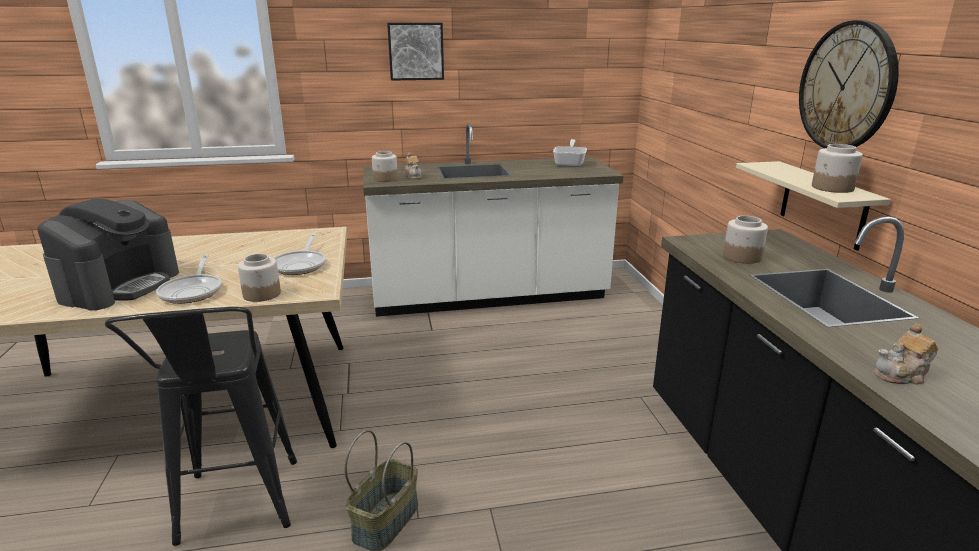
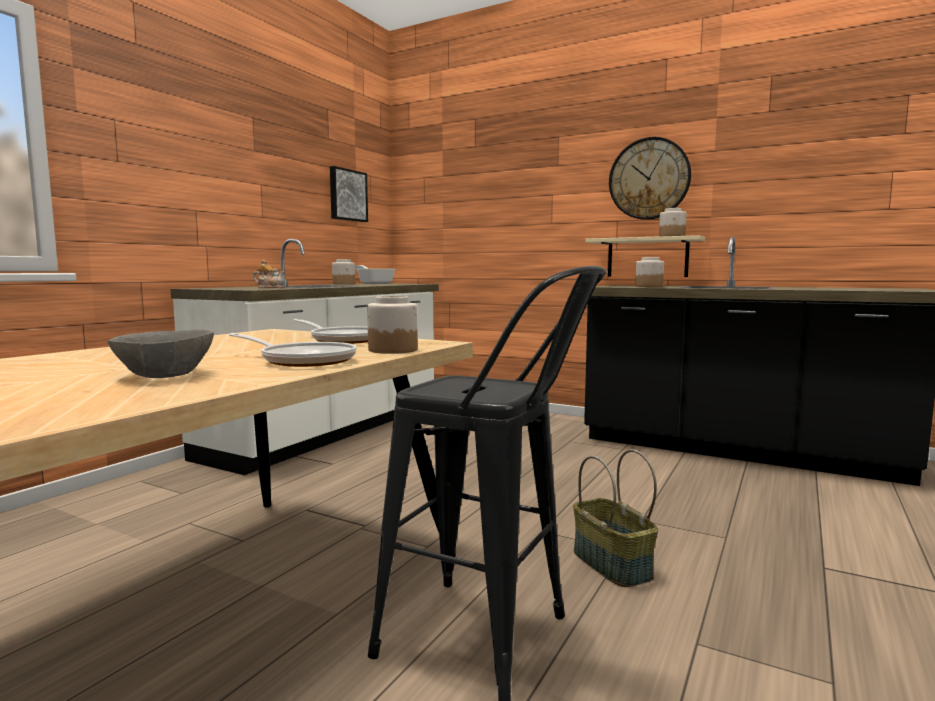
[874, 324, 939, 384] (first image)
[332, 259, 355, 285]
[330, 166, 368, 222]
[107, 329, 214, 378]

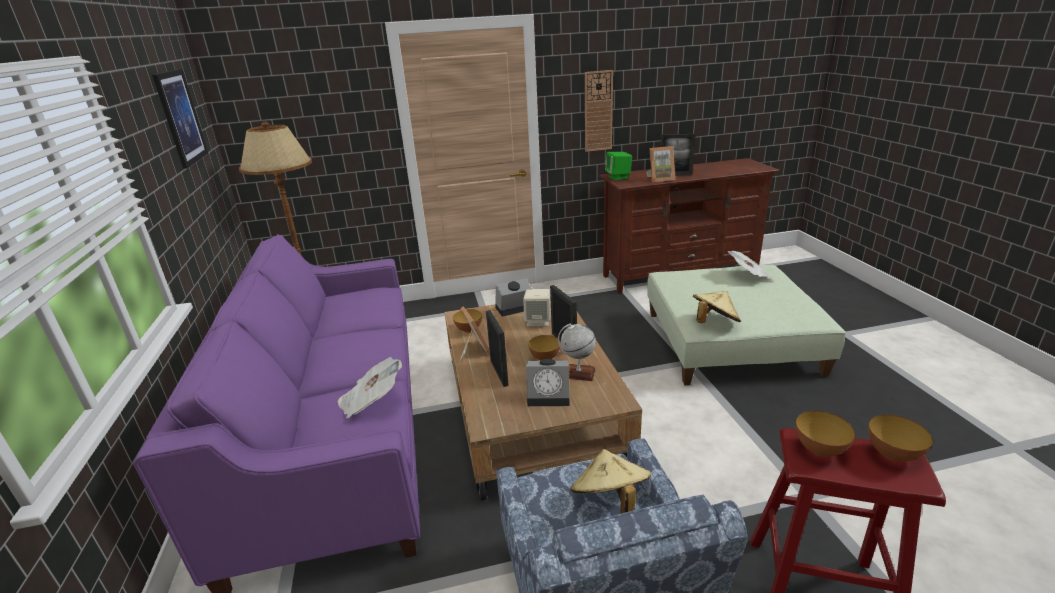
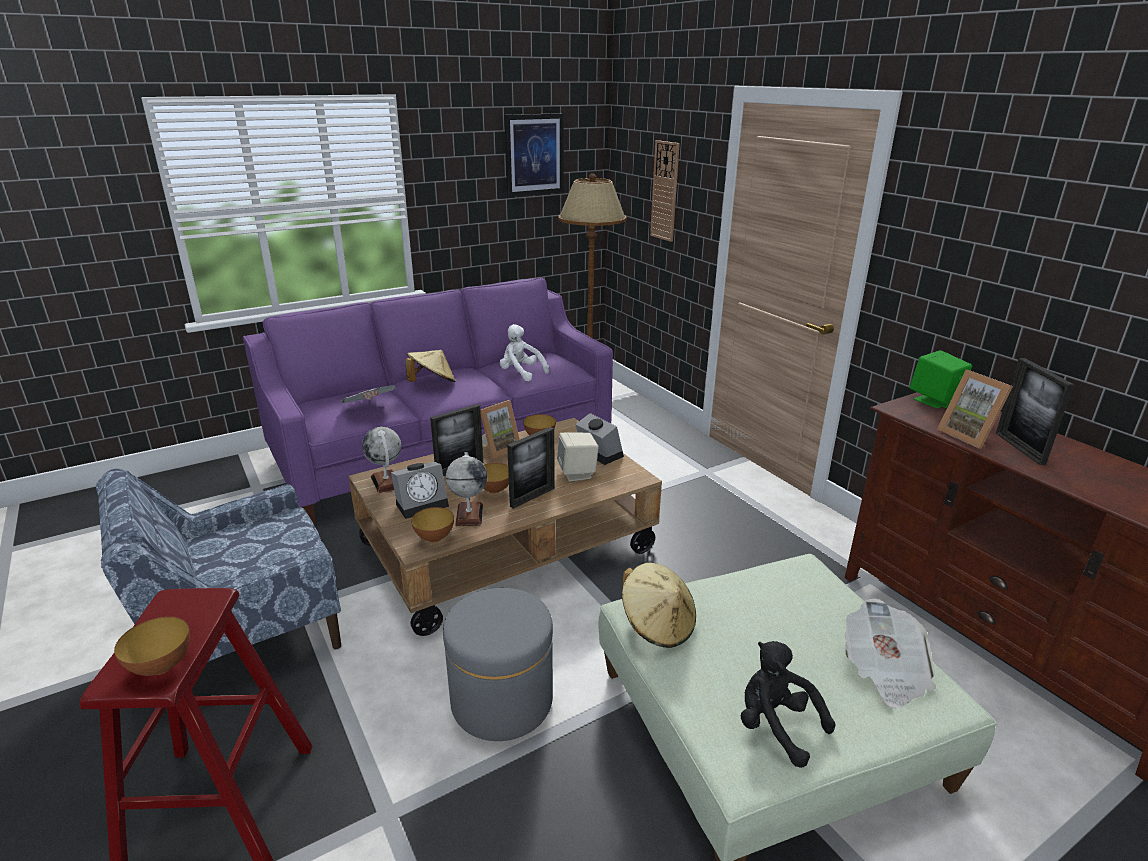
[362, 427, 401, 493]
[443, 588, 553, 741]
[500, 324, 549, 381]
[741, 641, 836, 768]
[405, 350, 455, 382]
[650, 140, 680, 242]
[411, 507, 454, 542]
[391, 462, 449, 519]

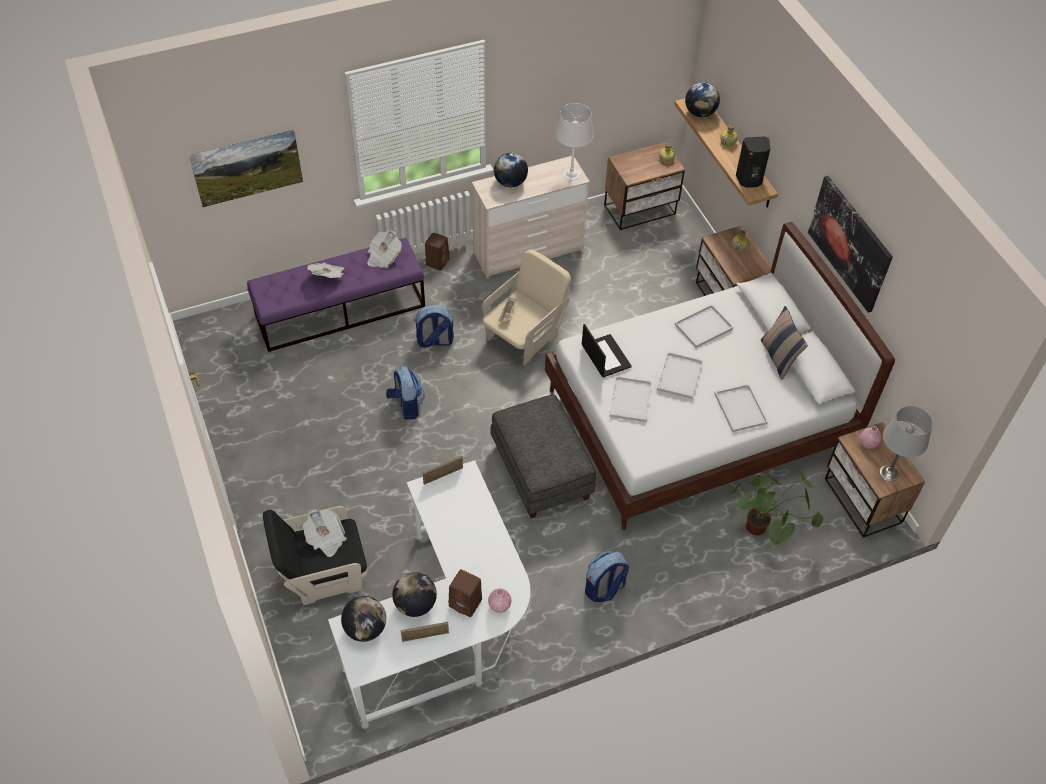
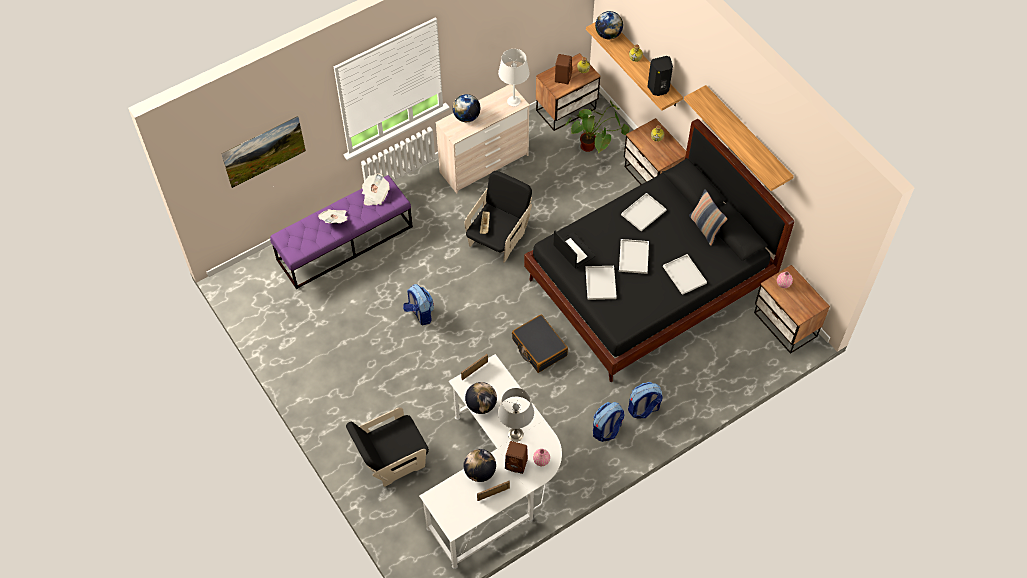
[303, 510, 347, 557] (first image)
[465, 382, 497, 414]
[628, 382, 663, 419]
[555, 54, 572, 84]
[565, 101, 630, 153]
[498, 388, 534, 442]
[512, 314, 568, 373]
[684, 85, 794, 191]
[464, 171, 532, 263]
[524, 119, 794, 382]

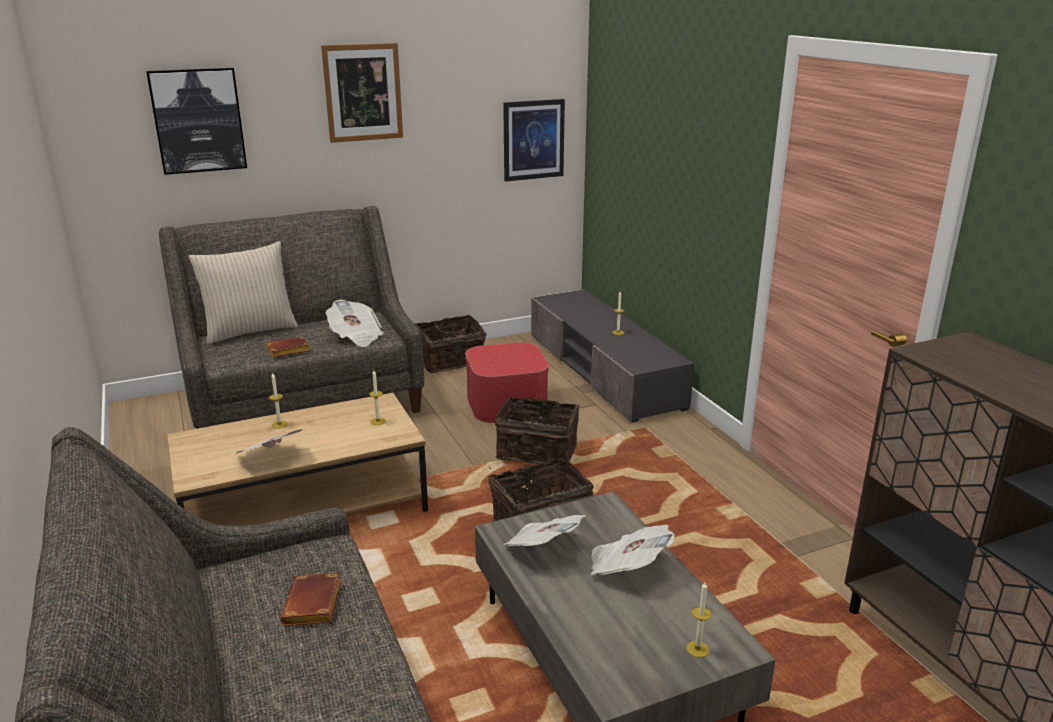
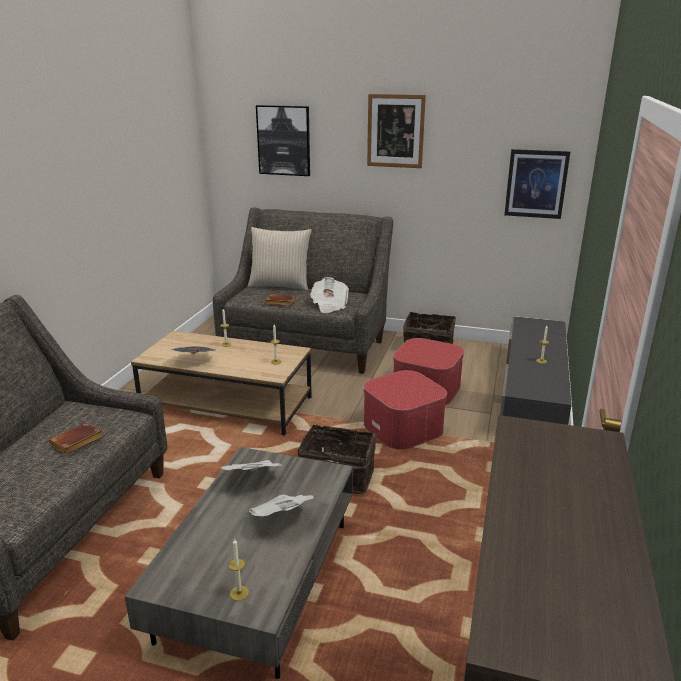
[364, 370, 447, 449]

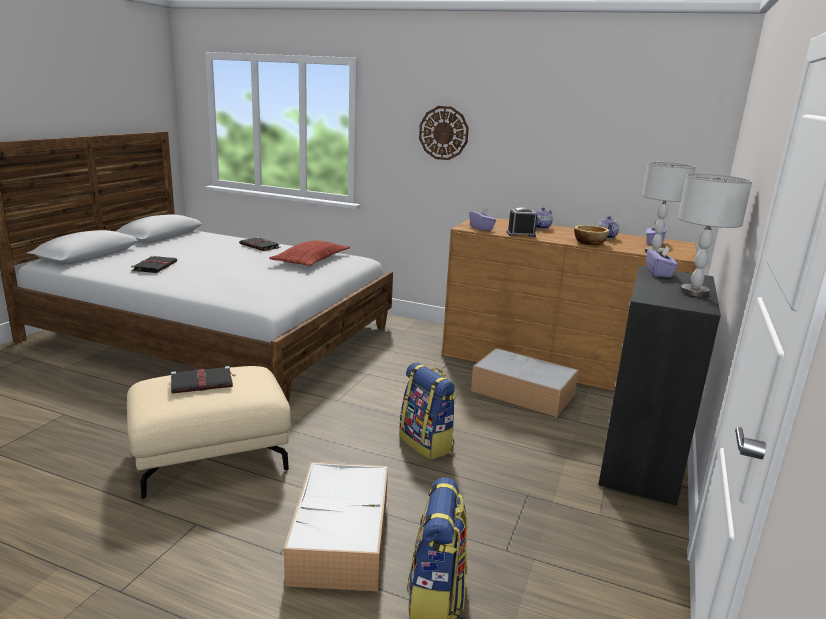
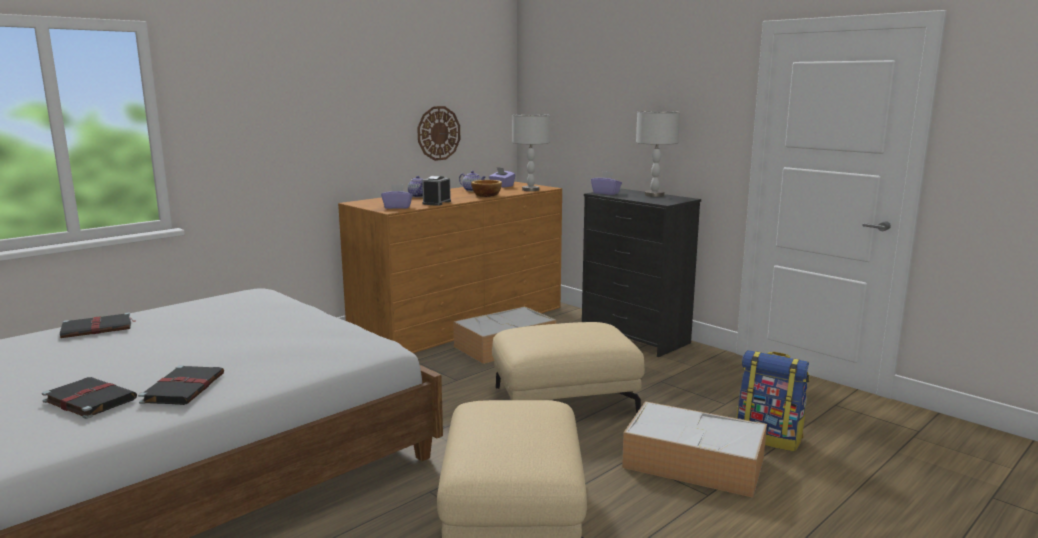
[269, 240, 350, 266] (first image)
[138, 365, 224, 405]
[417, 106, 460, 161]
[492, 322, 645, 414]

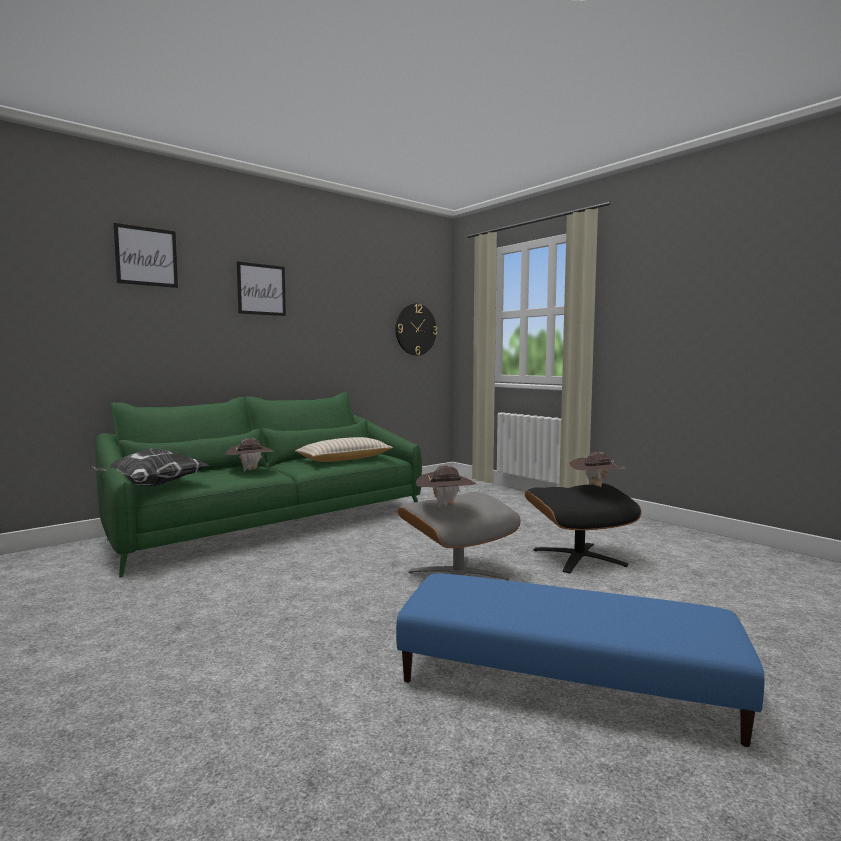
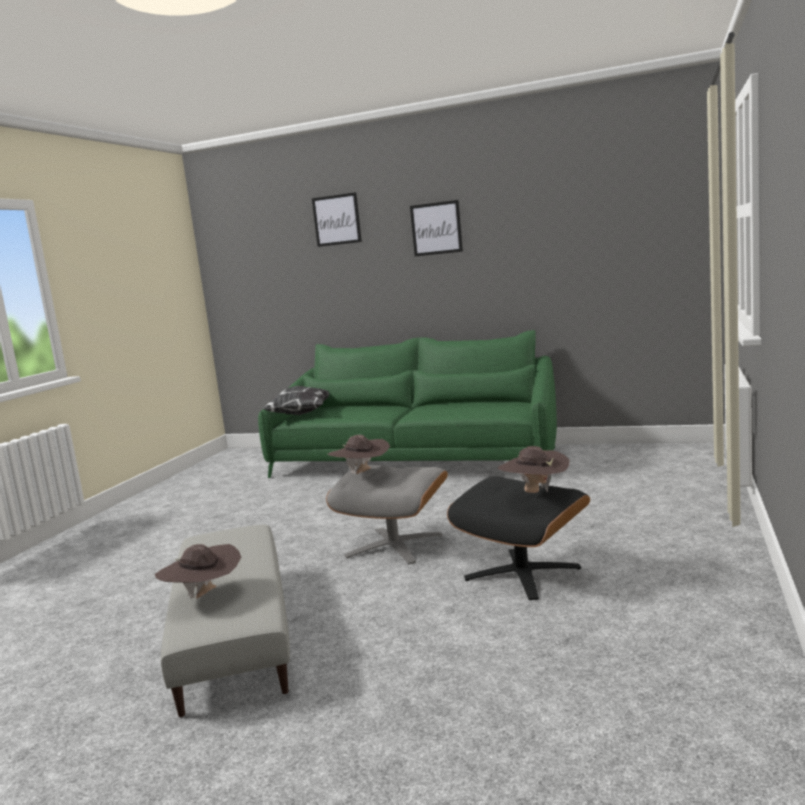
[295, 437, 393, 462] (first image)
[395, 304, 437, 355] (first image)
[155, 544, 241, 599]
[161, 525, 290, 717]

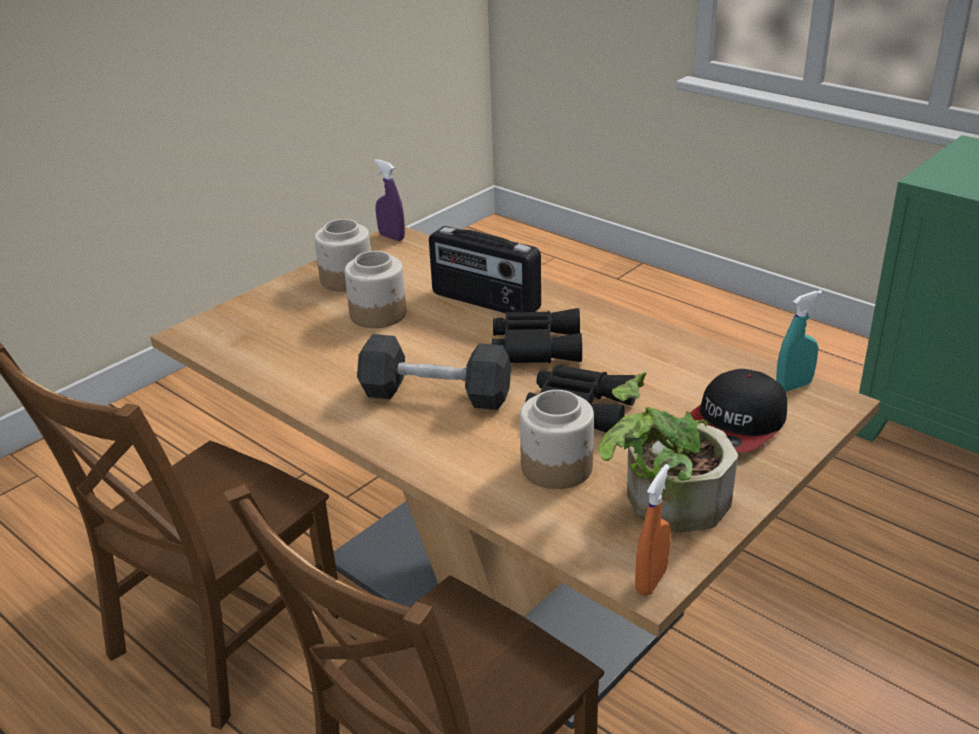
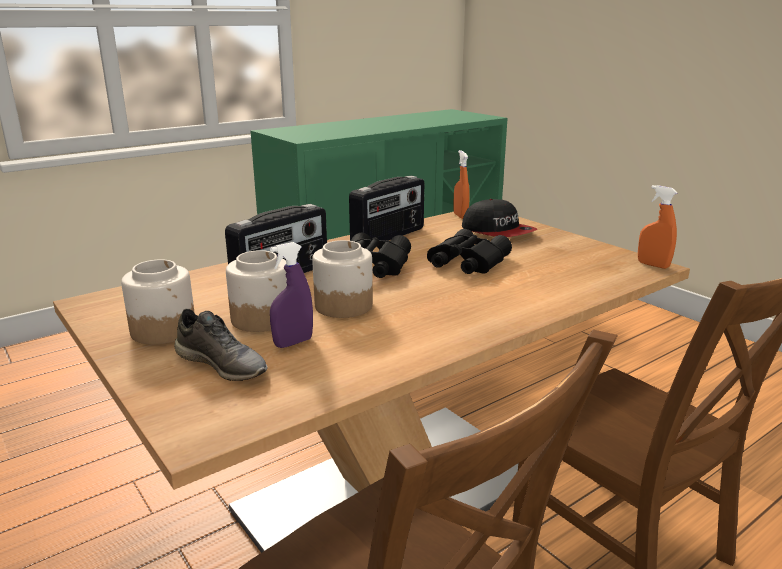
[357, 334, 511, 410] (first image)
[598, 371, 738, 533] (first image)
[174, 309, 268, 381]
[349, 176, 424, 241]
[270, 242, 313, 348]
[312, 240, 373, 318]
[453, 150, 470, 219]

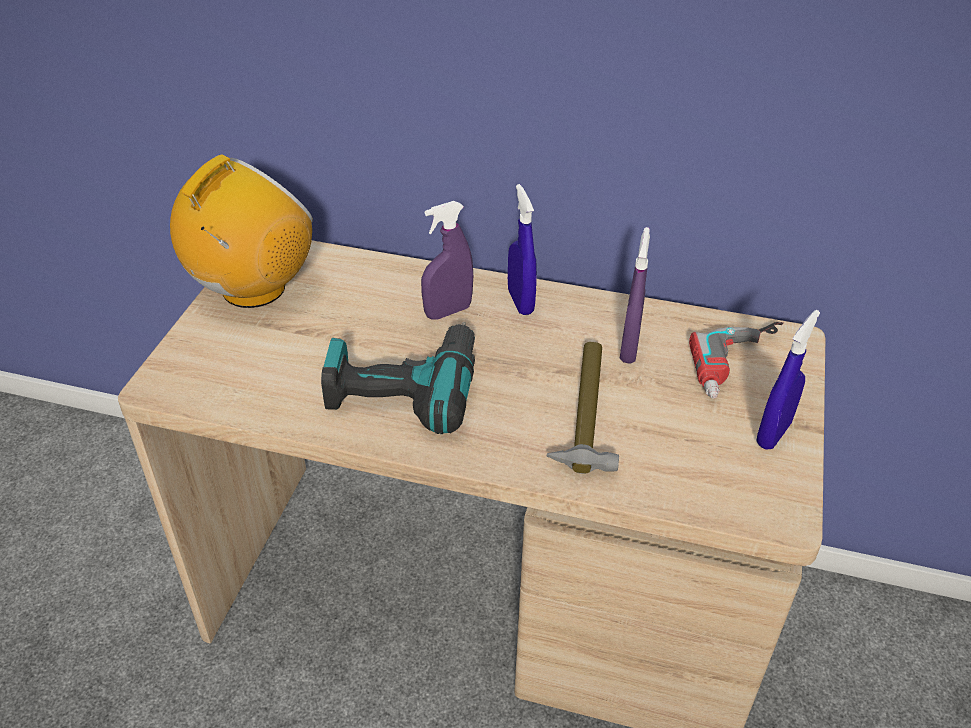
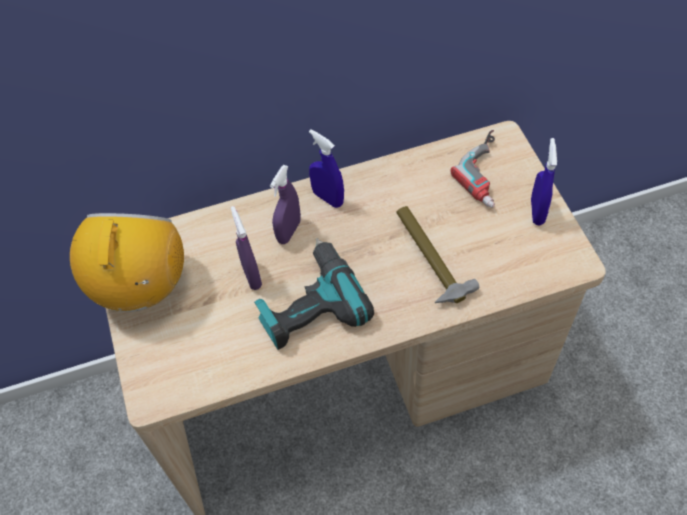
[231, 206, 262, 290]

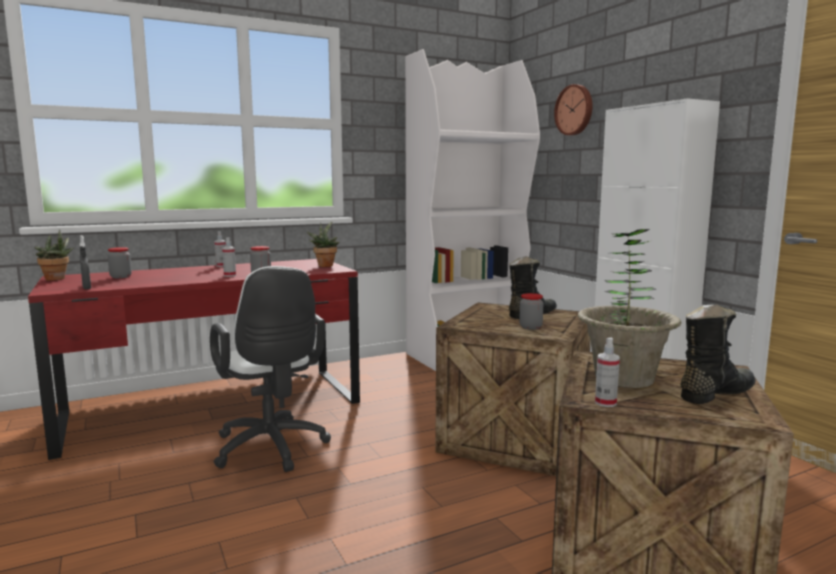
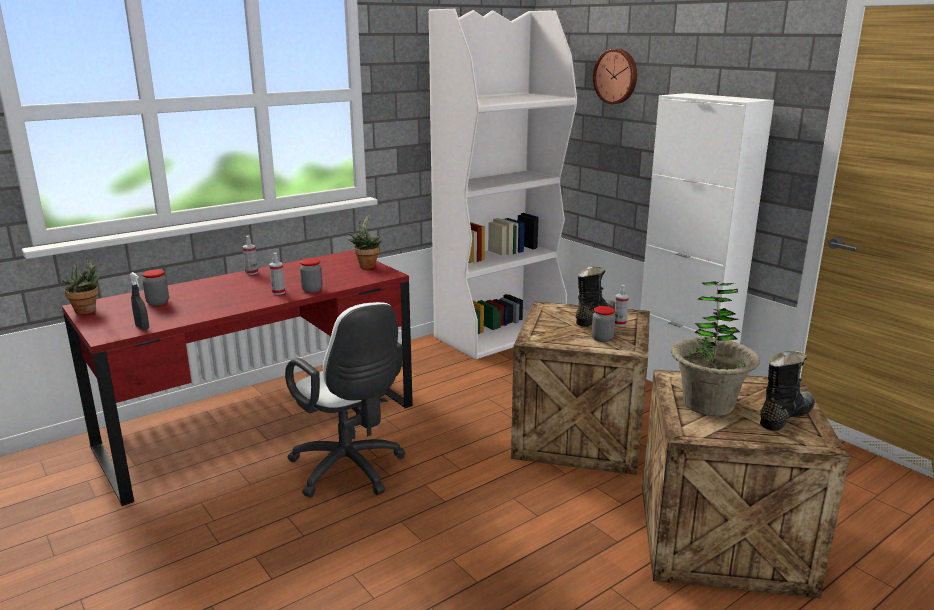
[614, 285, 629, 326]

